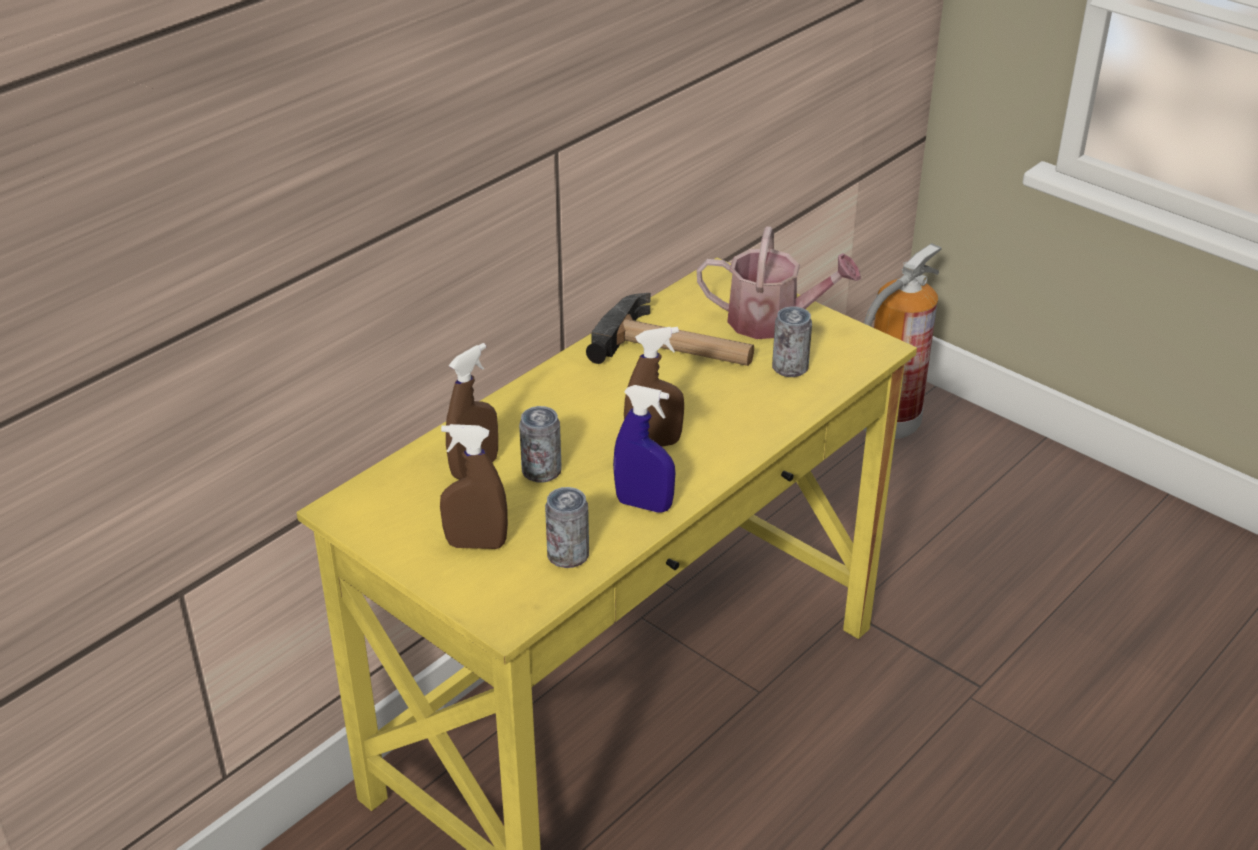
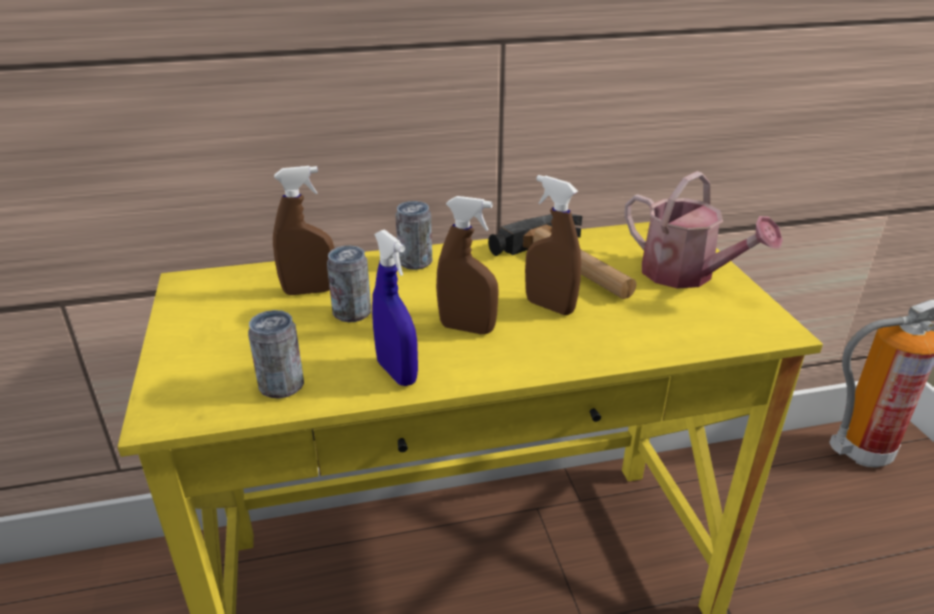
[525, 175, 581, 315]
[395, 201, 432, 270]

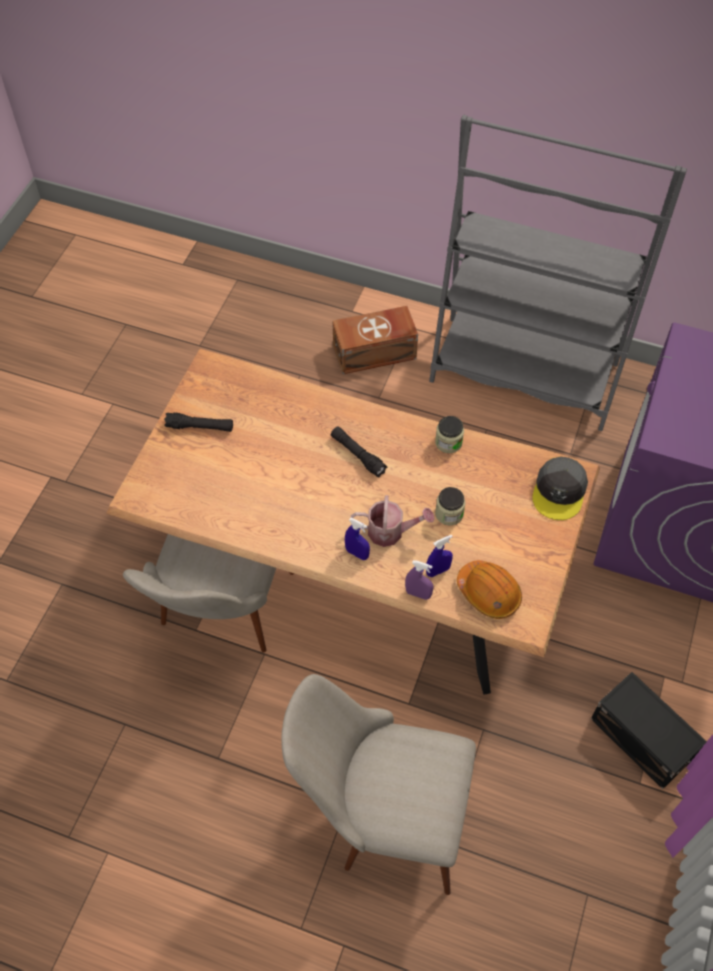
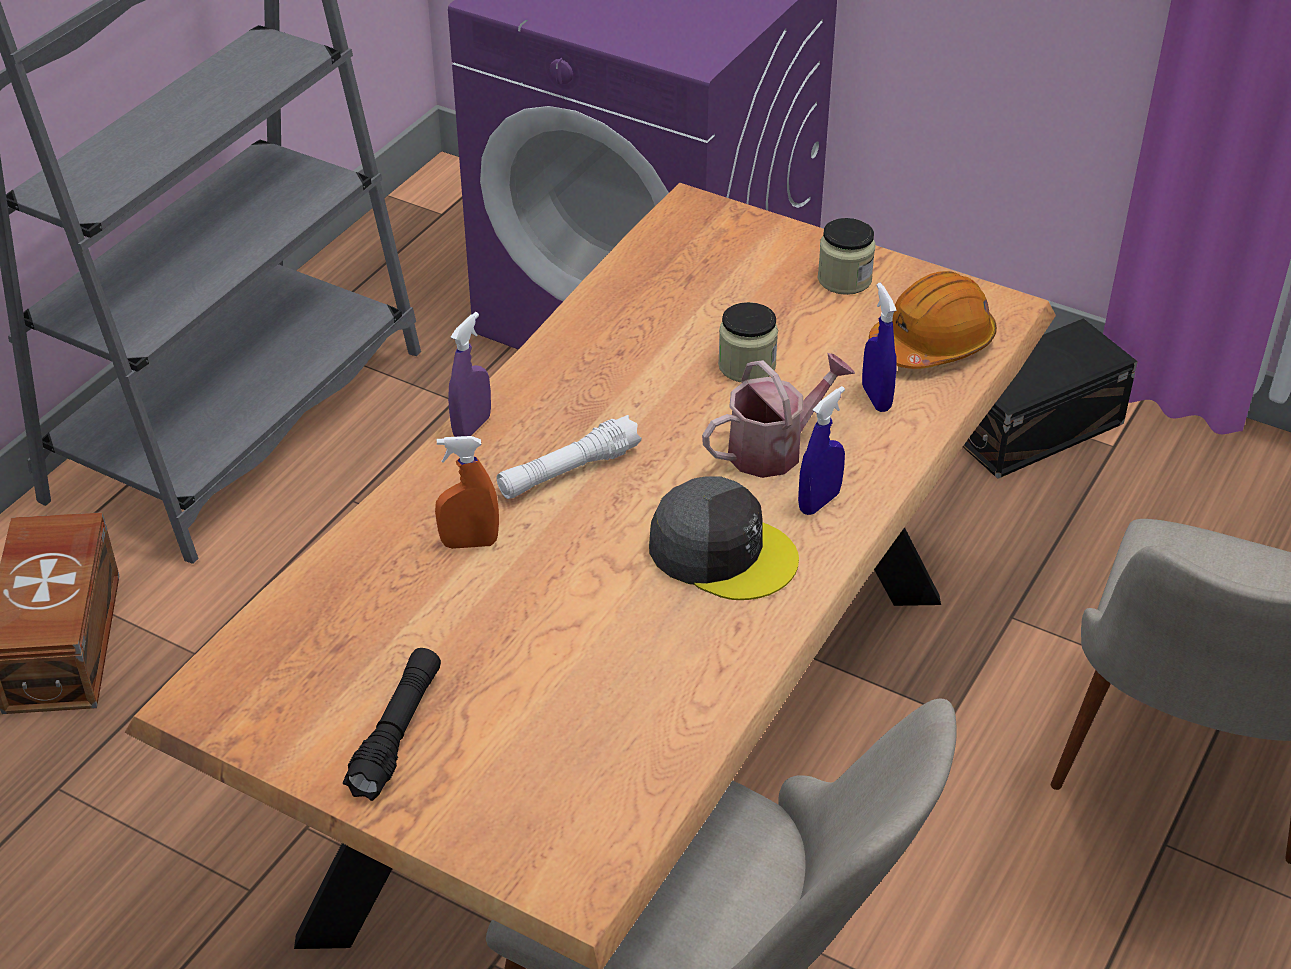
[435, 436, 499, 549]
[448, 312, 491, 437]
[818, 218, 876, 295]
[649, 476, 799, 600]
[497, 415, 642, 499]
[702, 353, 855, 478]

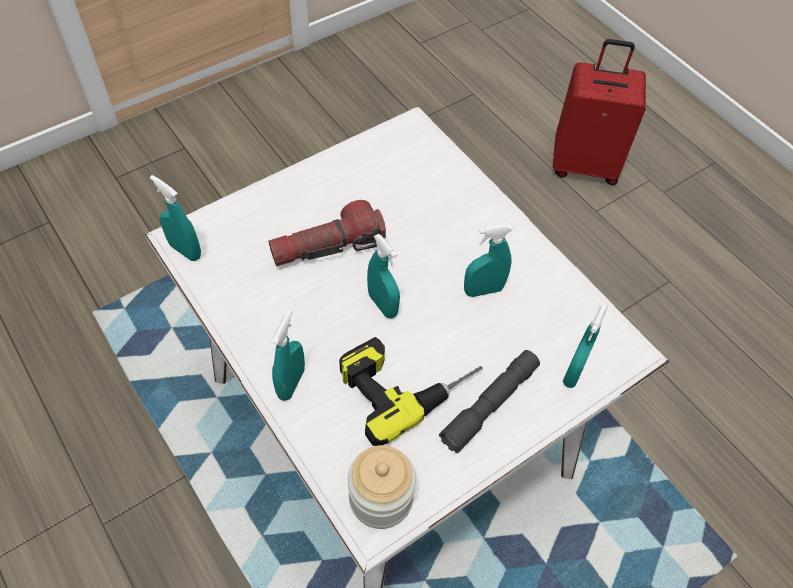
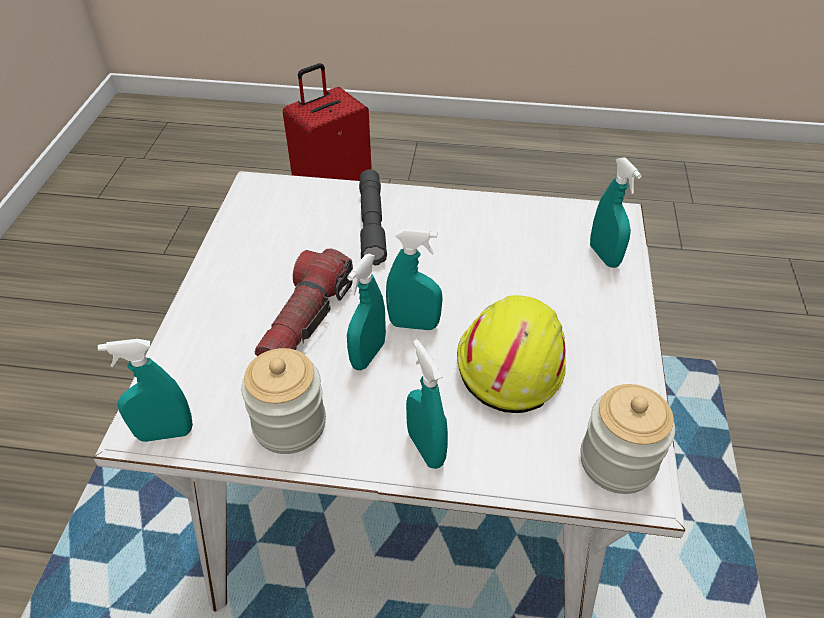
[241, 348, 326, 454]
[359, 169, 387, 266]
[347, 254, 386, 370]
[457, 295, 566, 413]

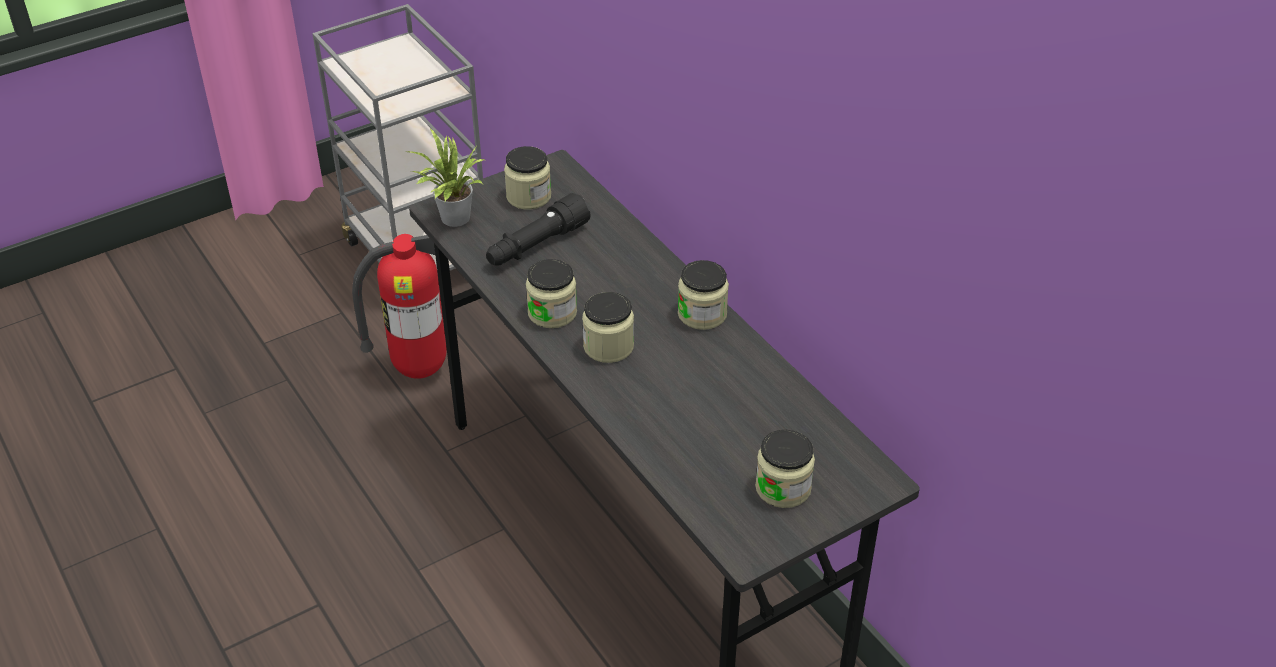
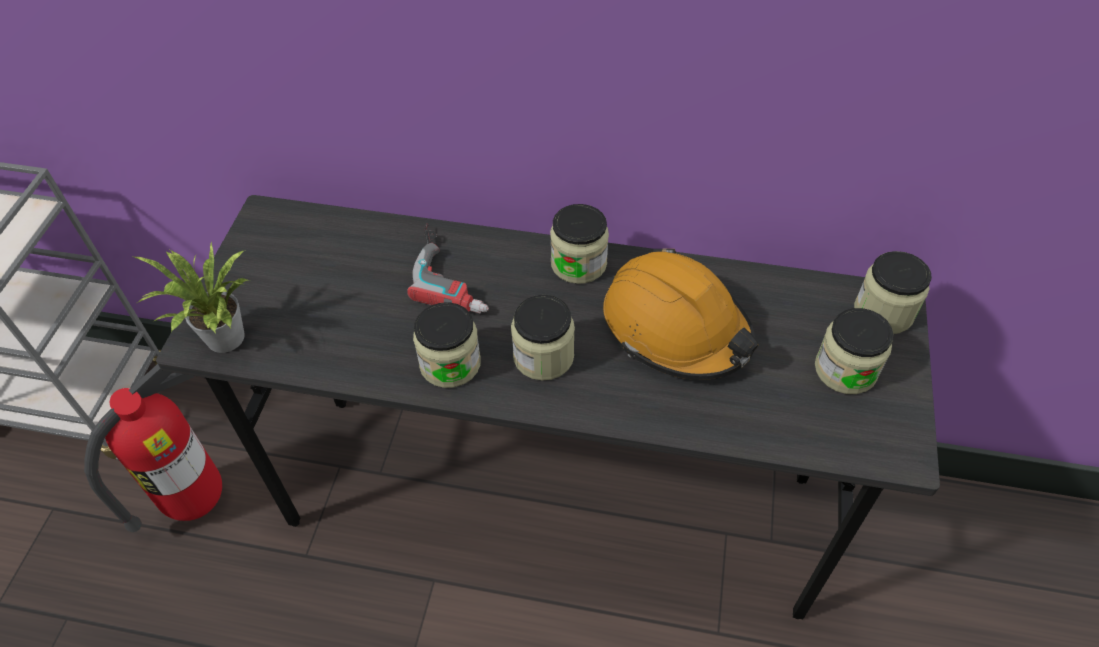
[486, 193, 591, 266] (first image)
[407, 223, 489, 313]
[603, 249, 759, 380]
[854, 251, 932, 334]

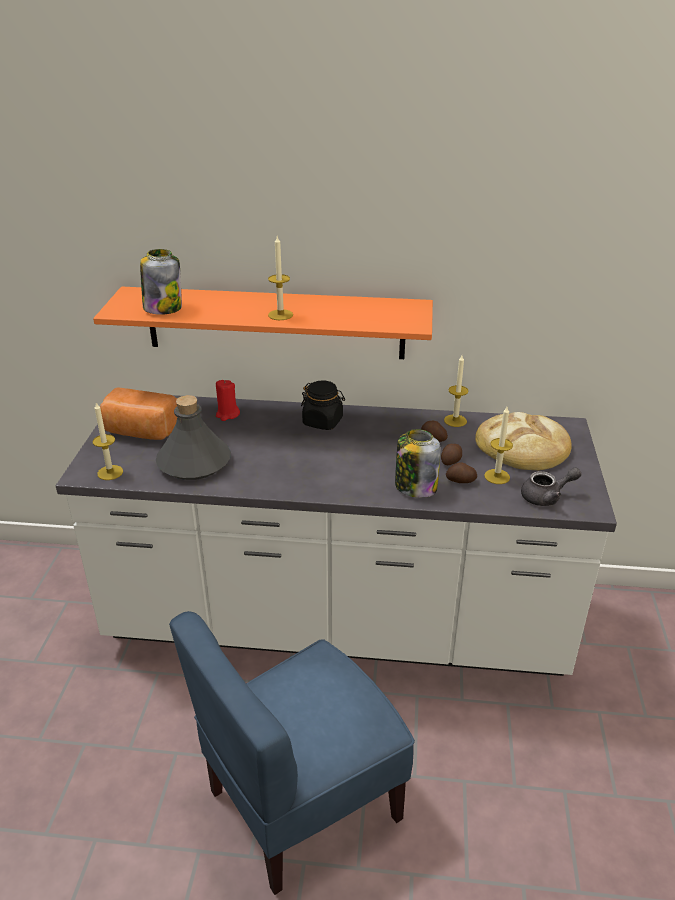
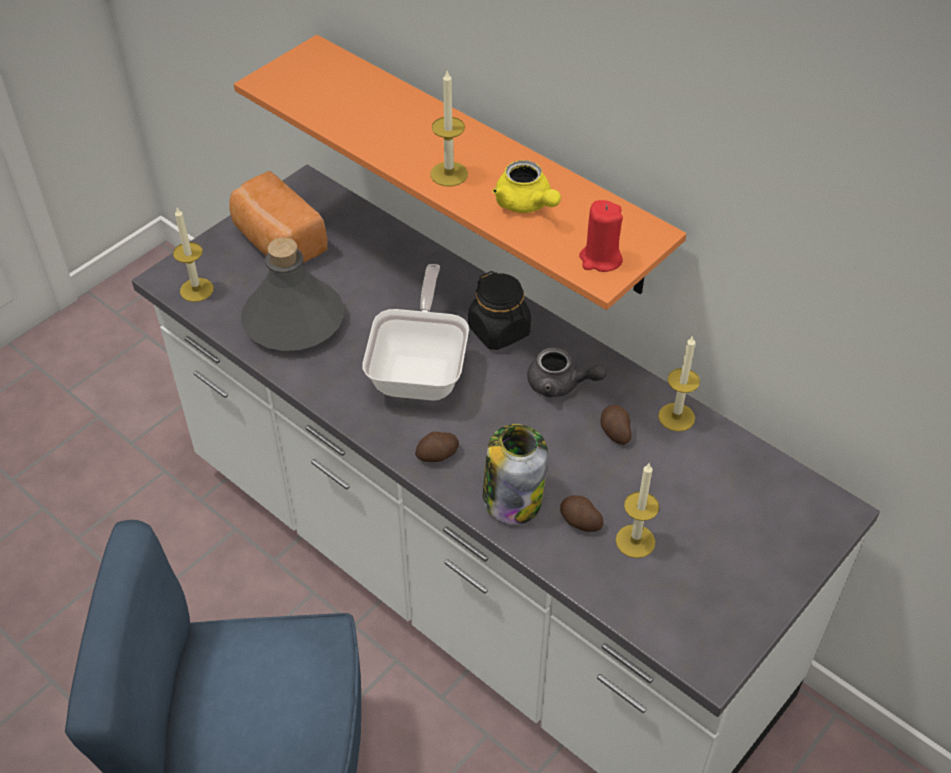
[140, 249, 182, 315] (first image)
[475, 412, 572, 470] (first image)
[363, 264, 469, 401]
[492, 160, 561, 213]
[579, 200, 623, 272]
[415, 432, 459, 462]
[527, 348, 606, 398]

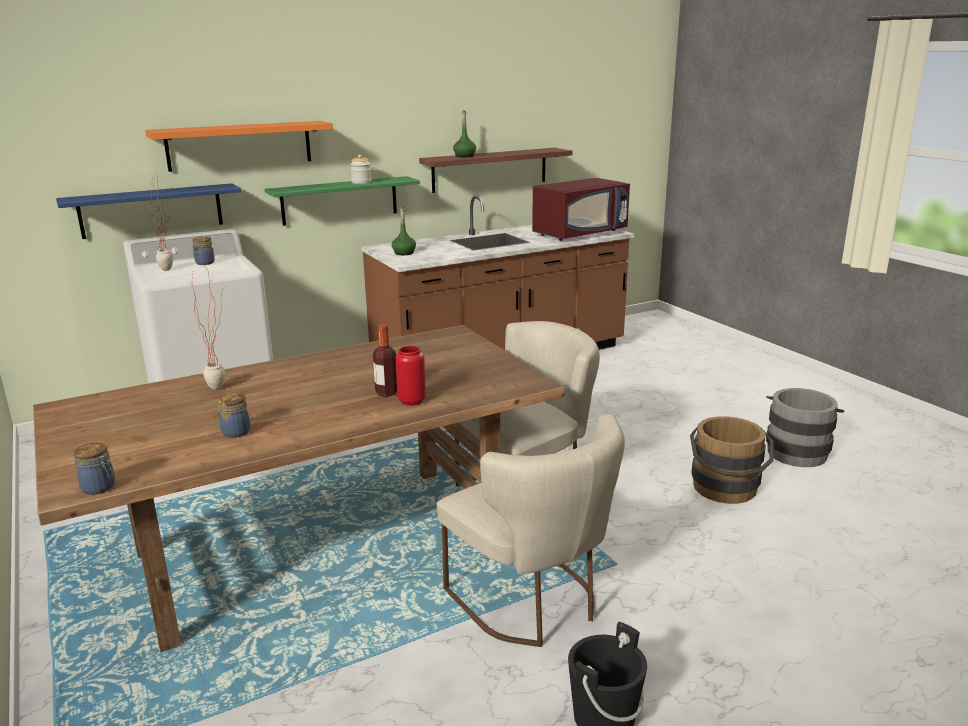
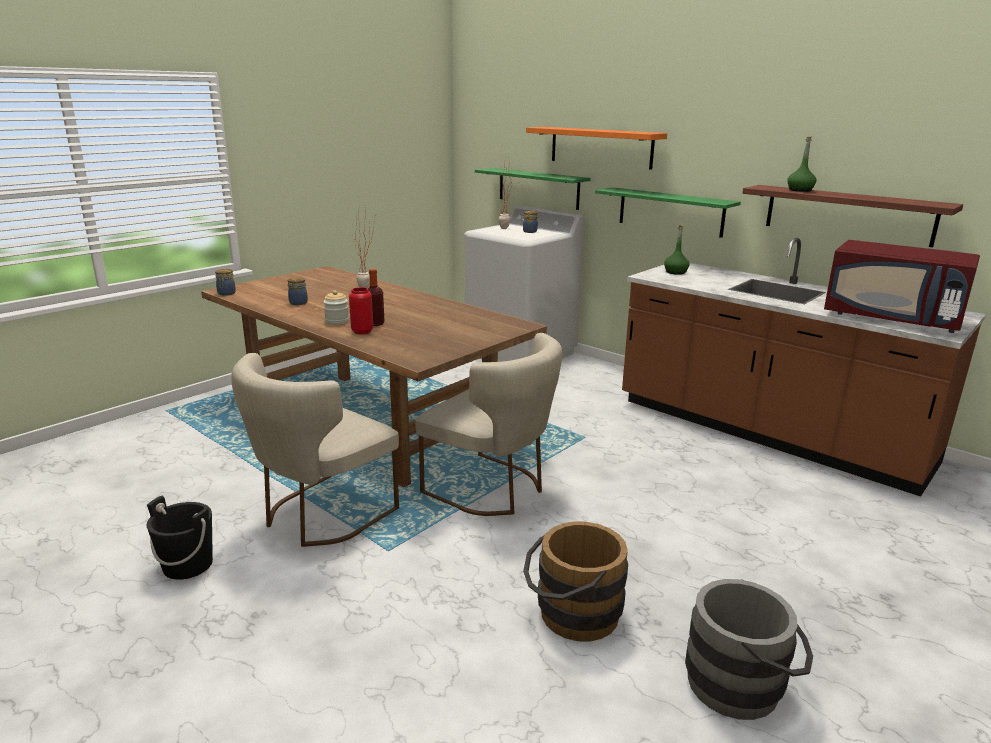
[323, 290, 349, 325]
[475, 168, 591, 210]

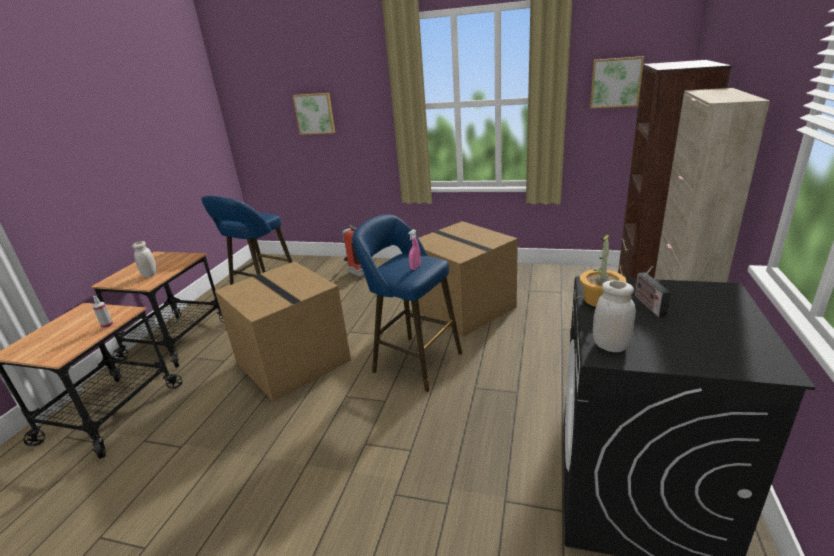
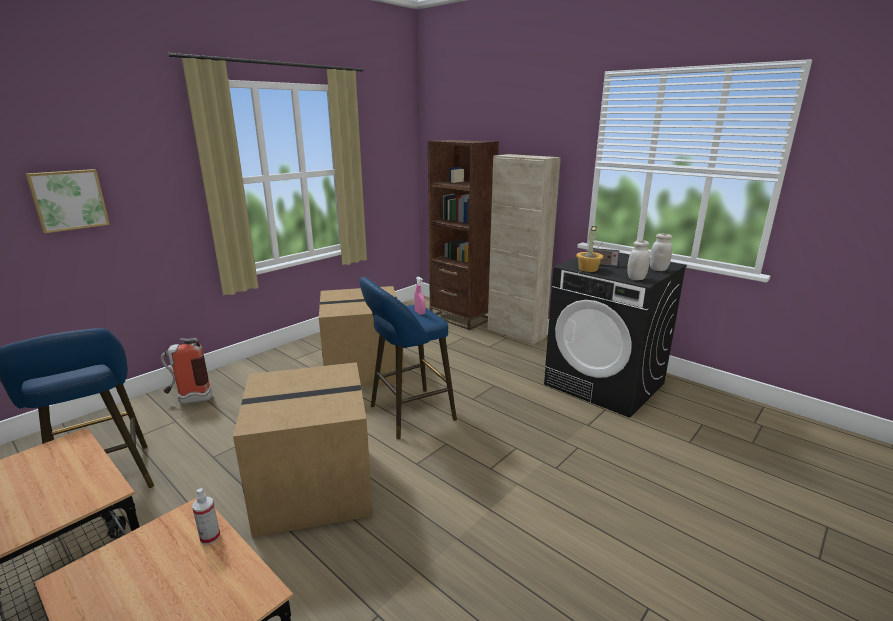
[590, 56, 644, 108] (first image)
[650, 233, 672, 271]

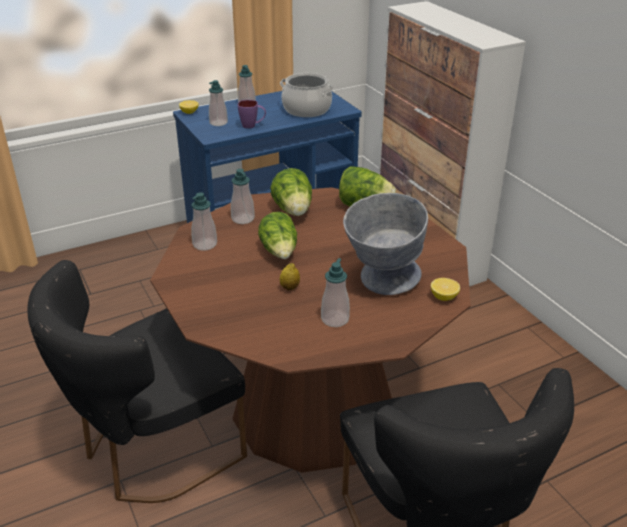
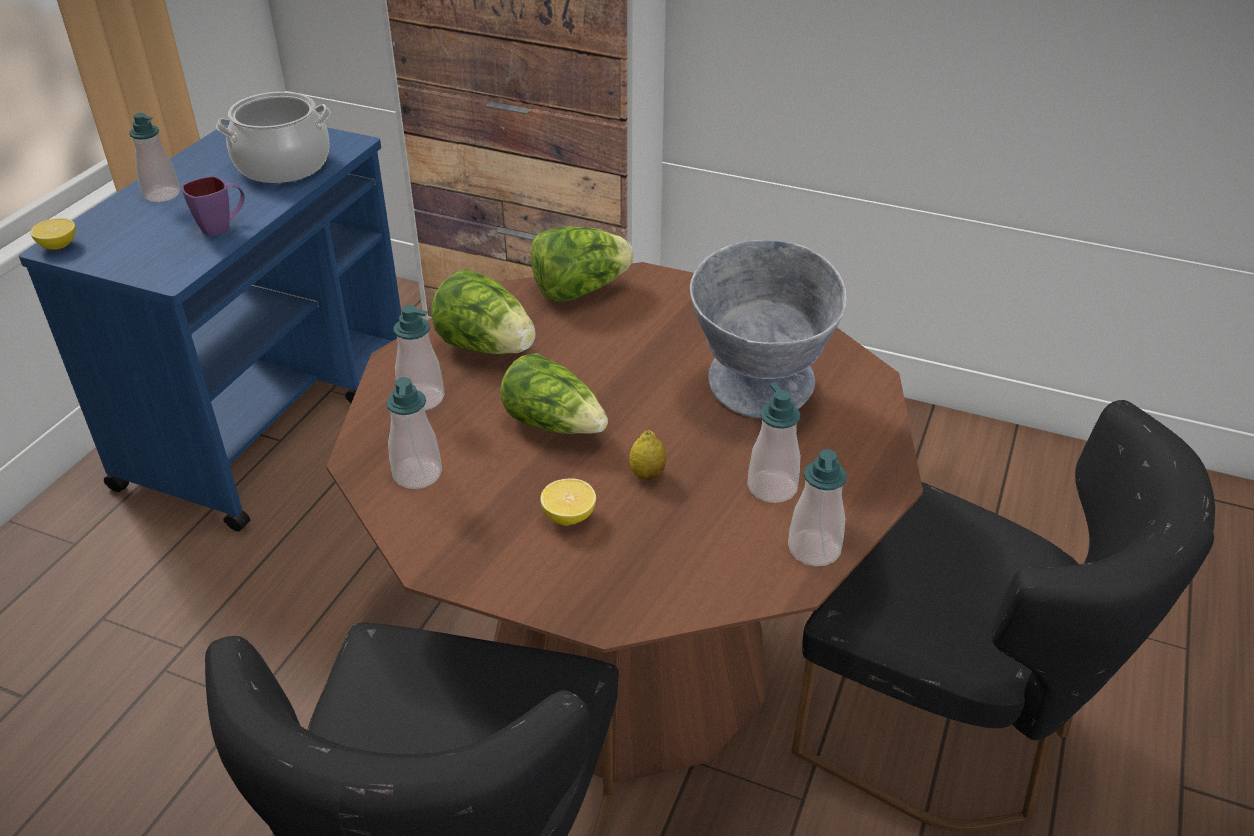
[788, 449, 847, 566]
[540, 478, 596, 526]

